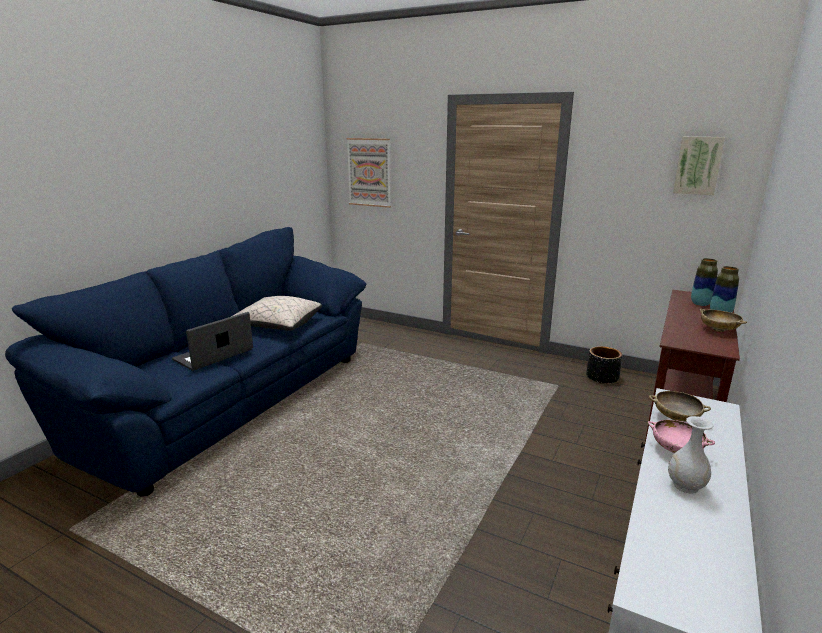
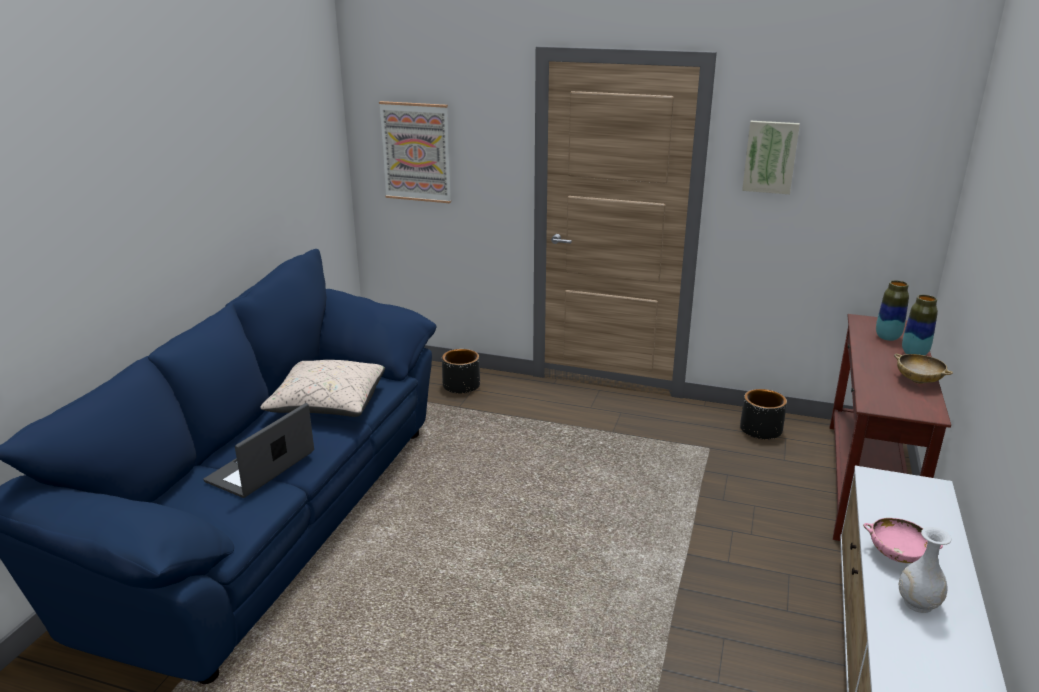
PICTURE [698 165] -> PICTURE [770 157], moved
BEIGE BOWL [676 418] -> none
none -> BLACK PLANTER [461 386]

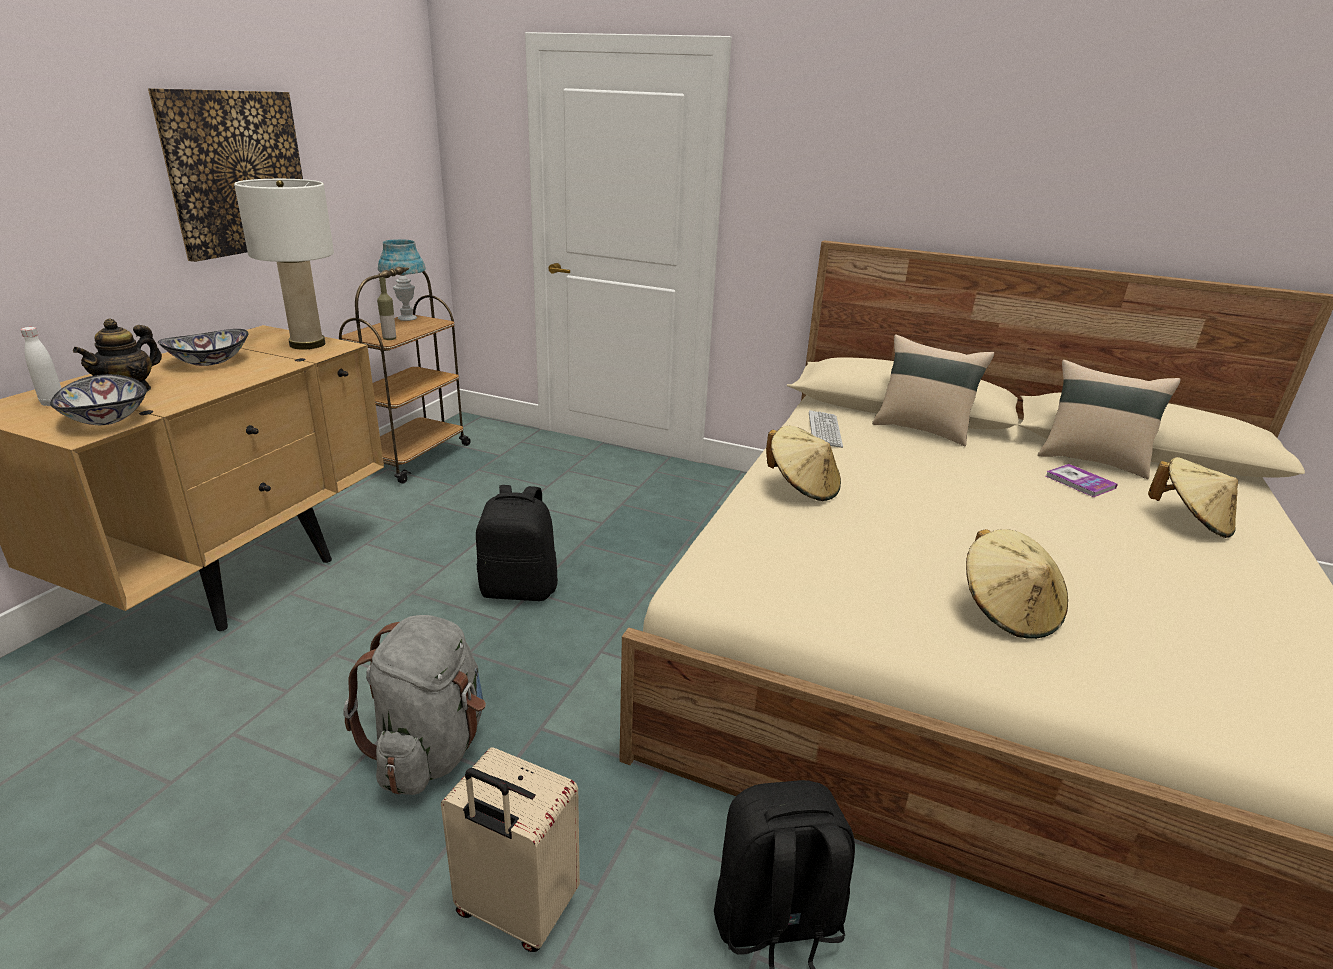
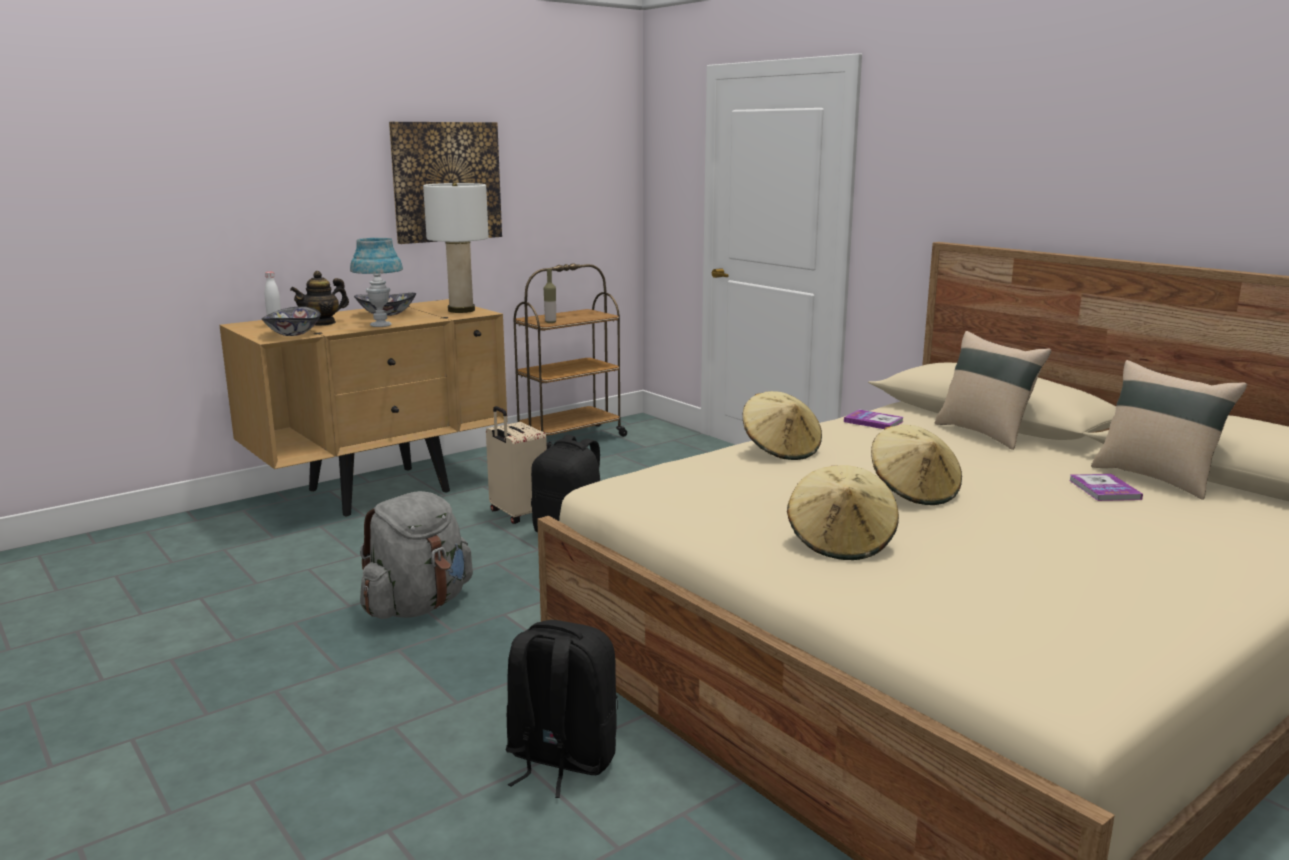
BLUE TABLE LAMP [407 318] -> BLUE TABLE LAMP [381 325], moved
KEYBOARD [824 430] -> BOOK [873 421]
BEIGE HAT [1190 522] -> BEIGE HAT [913 492], moved
BEIGE SUITCASE [514 911] -> BEIGE SUITCASE [516 515], moved

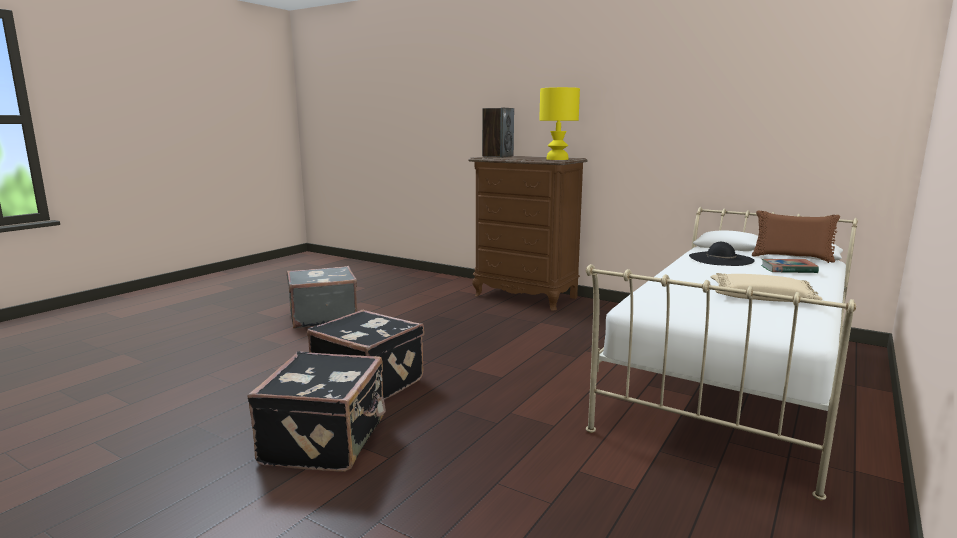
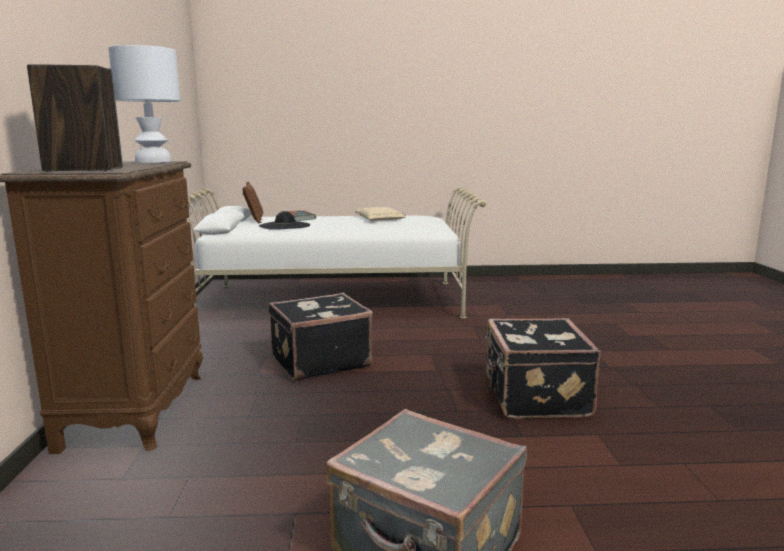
YELLOW TABLE LAMP [558 159] -> WHITE TABLE LAMP [153 161]
BLACK SUITCASE [327 441] -> BLACK SUITCASE [319 361], moved

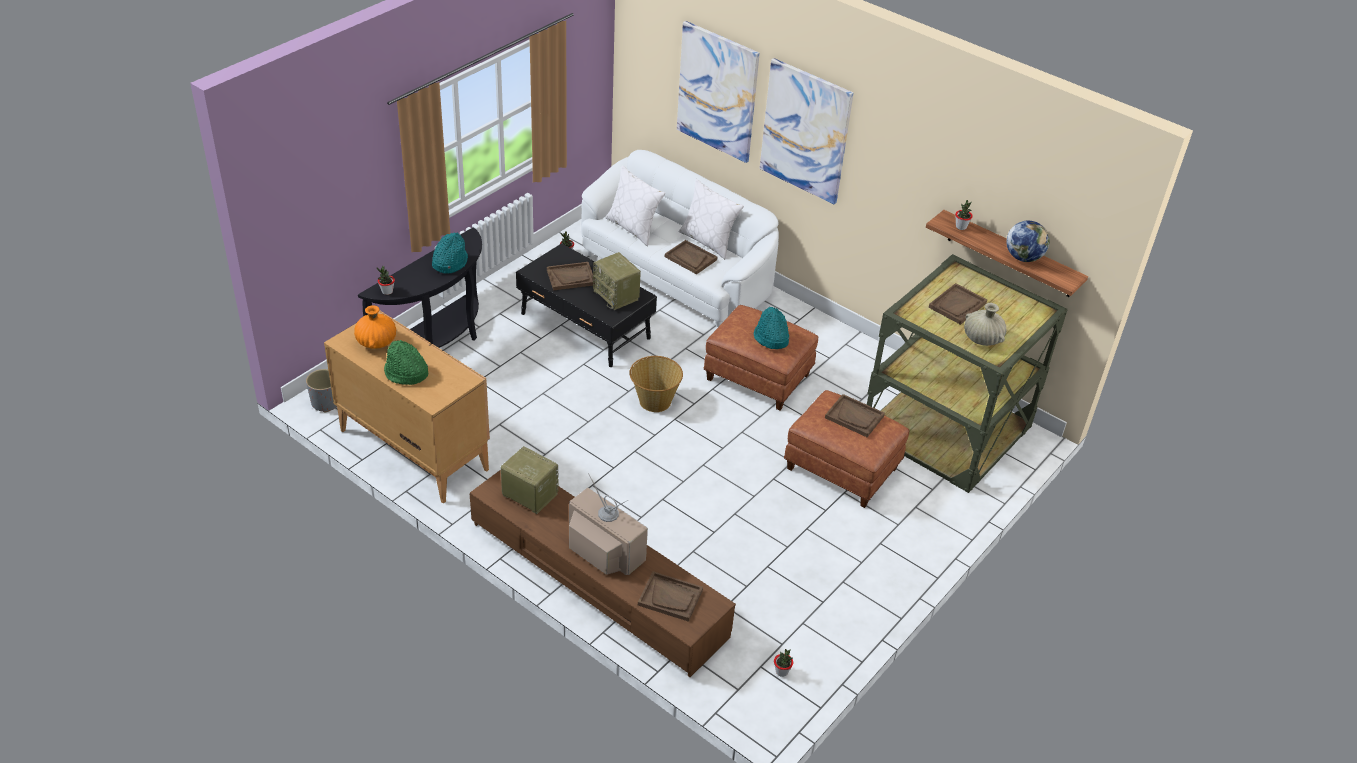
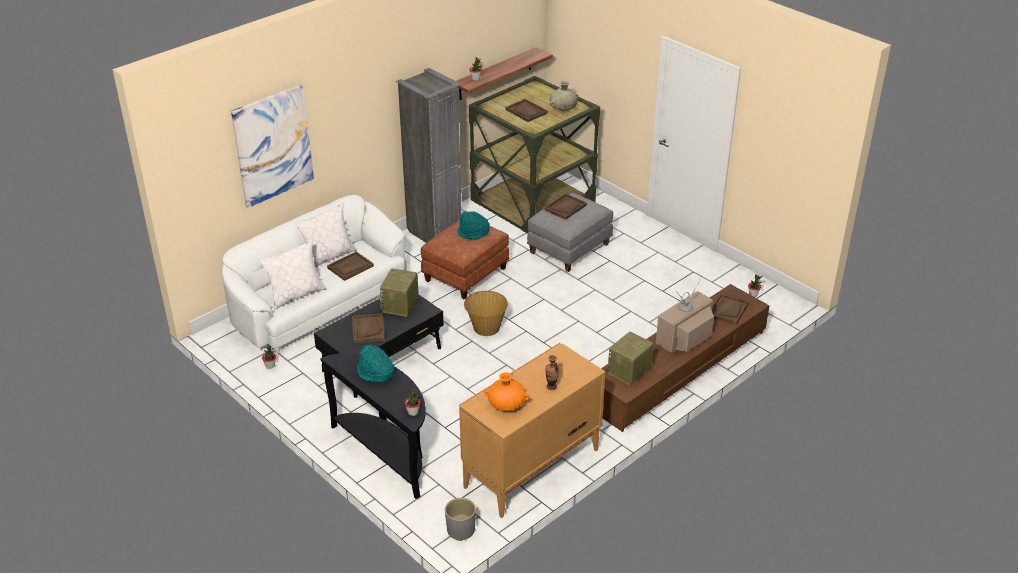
PICTURE [805 131] -> none
GLOBE [1023 257] -> none
RADIO [617 295] -> RADIO [400 305], 135 degrees clockwise
GREEN HAT [406 373] -> VASE [551 386]
BROWN OTTOMAN [840 469] -> GREY OTTOMAN [569 249]
none -> GREY CABINET [435 233]

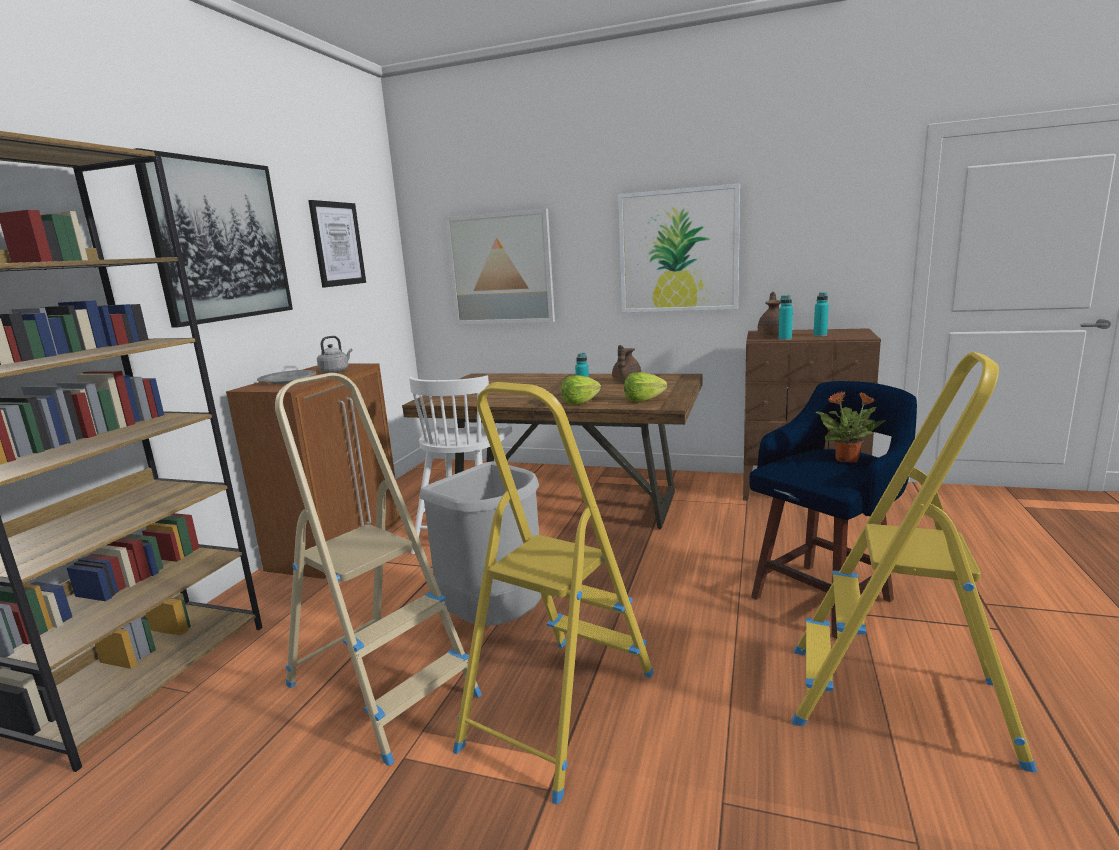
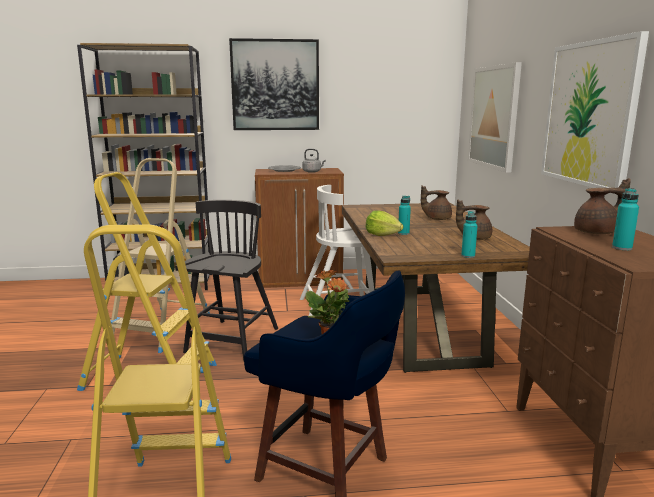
PICTURE [337 244] -> none
TURQUOISE BOTTLE [785 339] -> TURQUOISE BOTTLE [468 256], moved
LETTUCE [643 400] -> none
GREY TRASH CAN [497 622] -> BLACK CHAIR [232 341]
none -> BROWN TEAPOT [436 218]

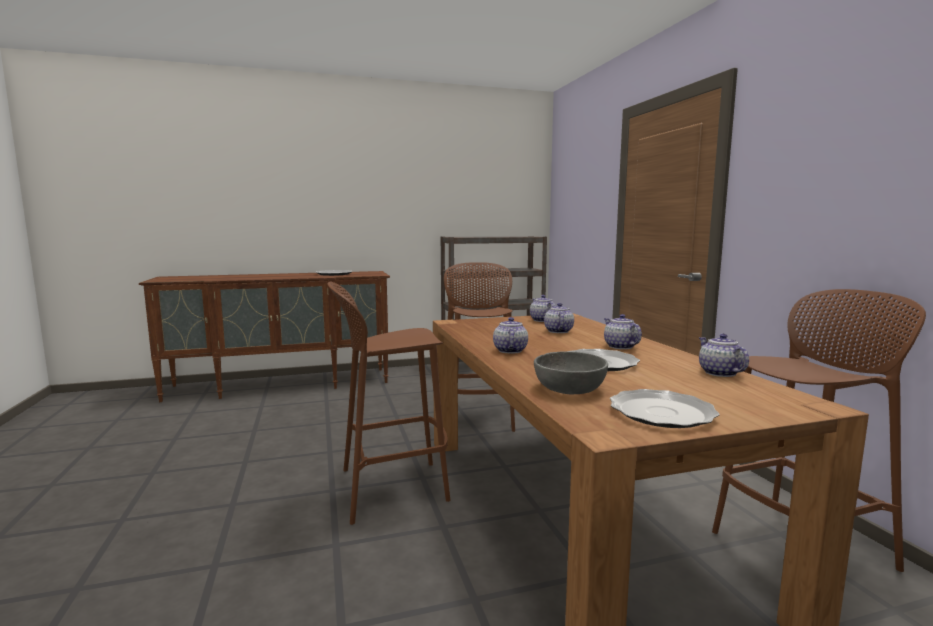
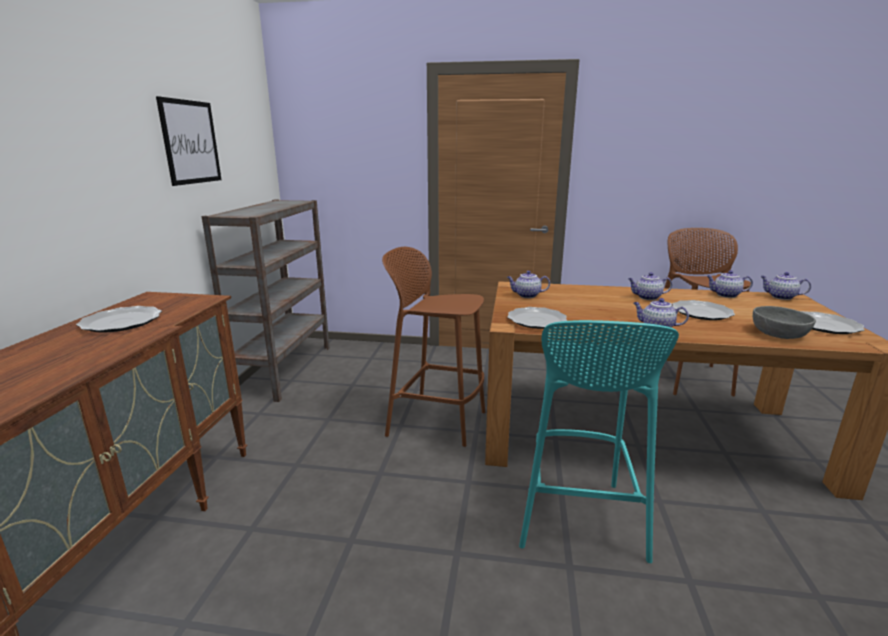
BROWN STOOL [390 488] -> TURQUOISE STOOL [578 518]
TEAPOT [558 331] -> TEAPOT [780 297], moved
none -> PICTURE [190 142]
none -> PLATE [536 320]

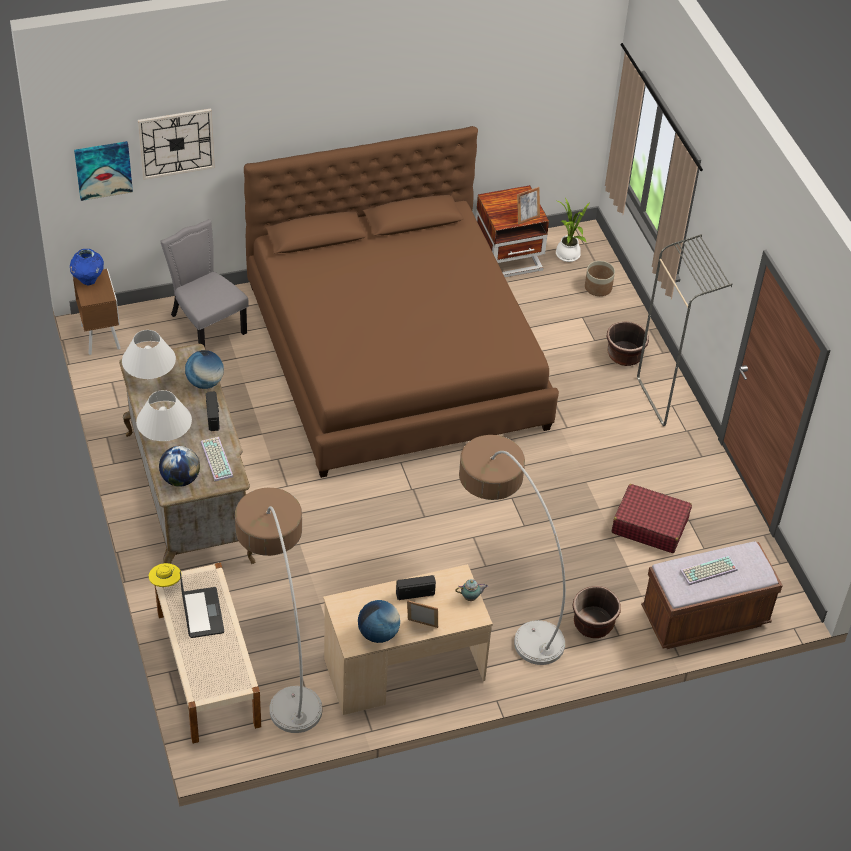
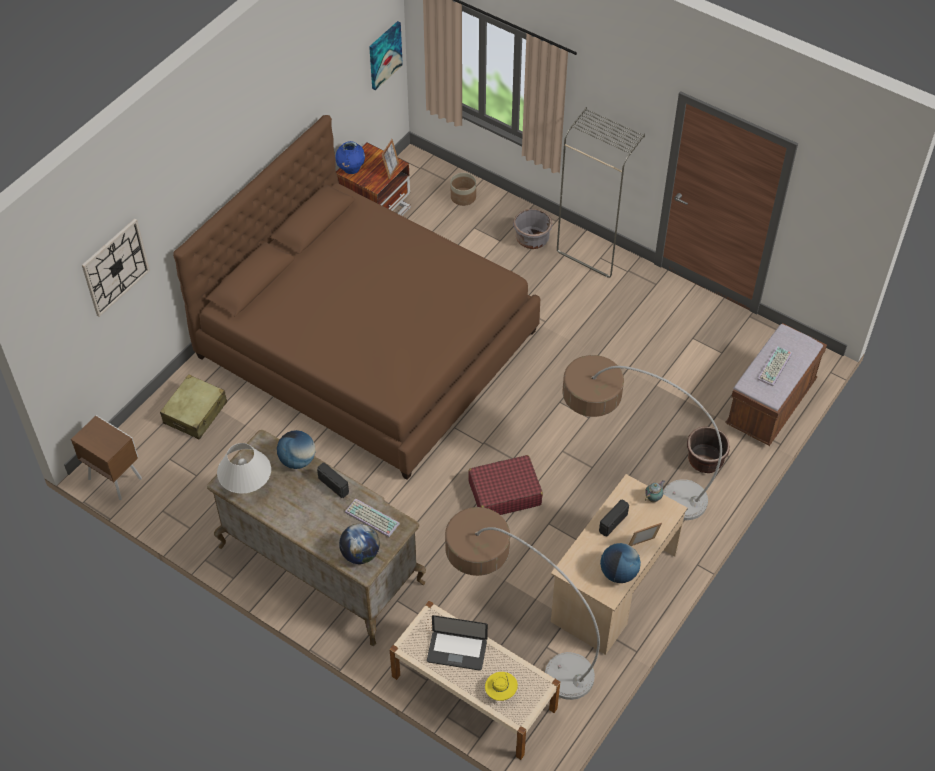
PICTURE [103 169] -> PICTURE [384 55], moved
POTTED PLANT [567 256] -> none
GREY CHAIR [207 326] -> BEIGE SUITCASE [195 413]
BLUE VASE [88 280] -> BLUE VASE [351 169], moved
BROWN PLANTER [624 355] -> GREY PLANTER [532 239]
WHITE TABLE LAMP [165 436] -> none
RED SUITCASE [649 525] -> RED SUITCASE [504 493], moved
YELLOW HAT [165 582] -> YELLOW HAT [500 691], moved
LAPTOP [202 613] -> LAPTOP [457 651], 150 degrees clockwise

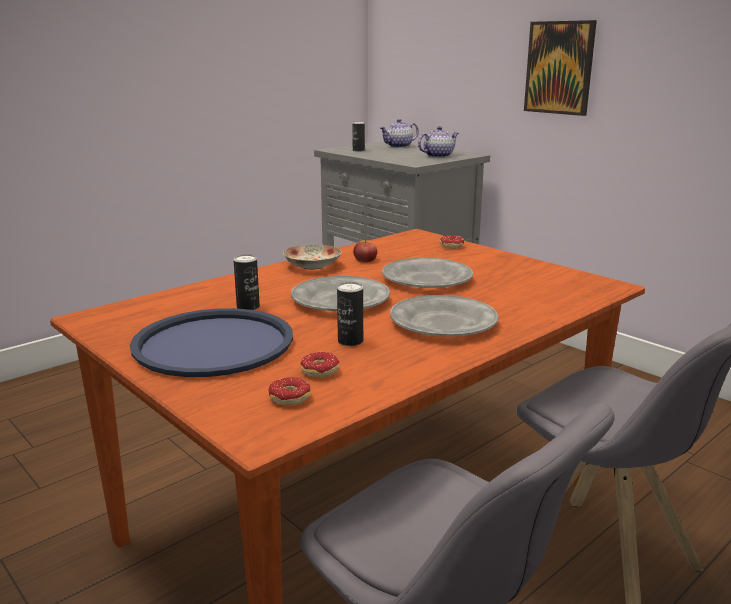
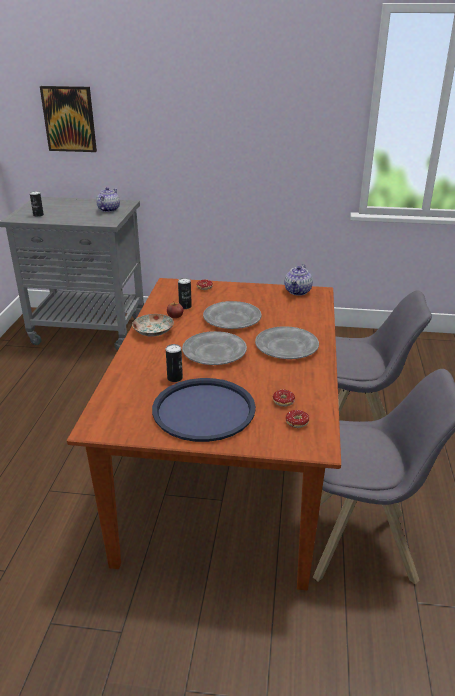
PICTURE [559 68] -> PICTURE [69 119], moved
TEAPOT [399 146] -> TEAPOT [298 291], moved
CAN [350 341] -> CAN [185 306], moved

